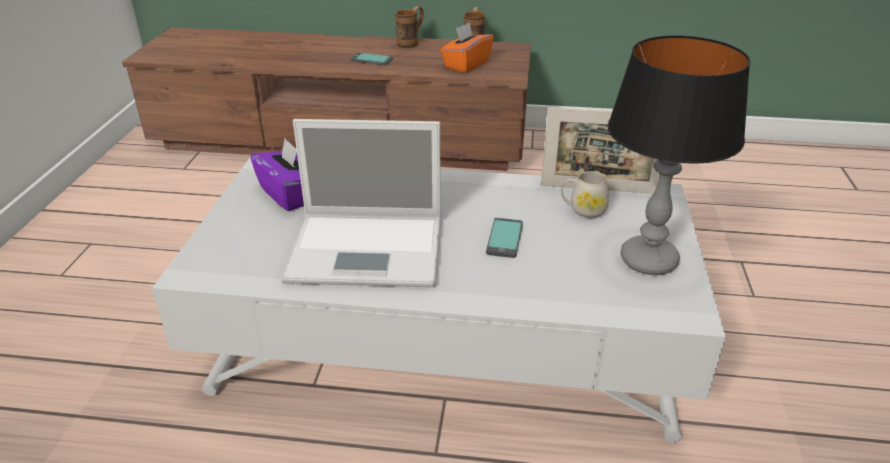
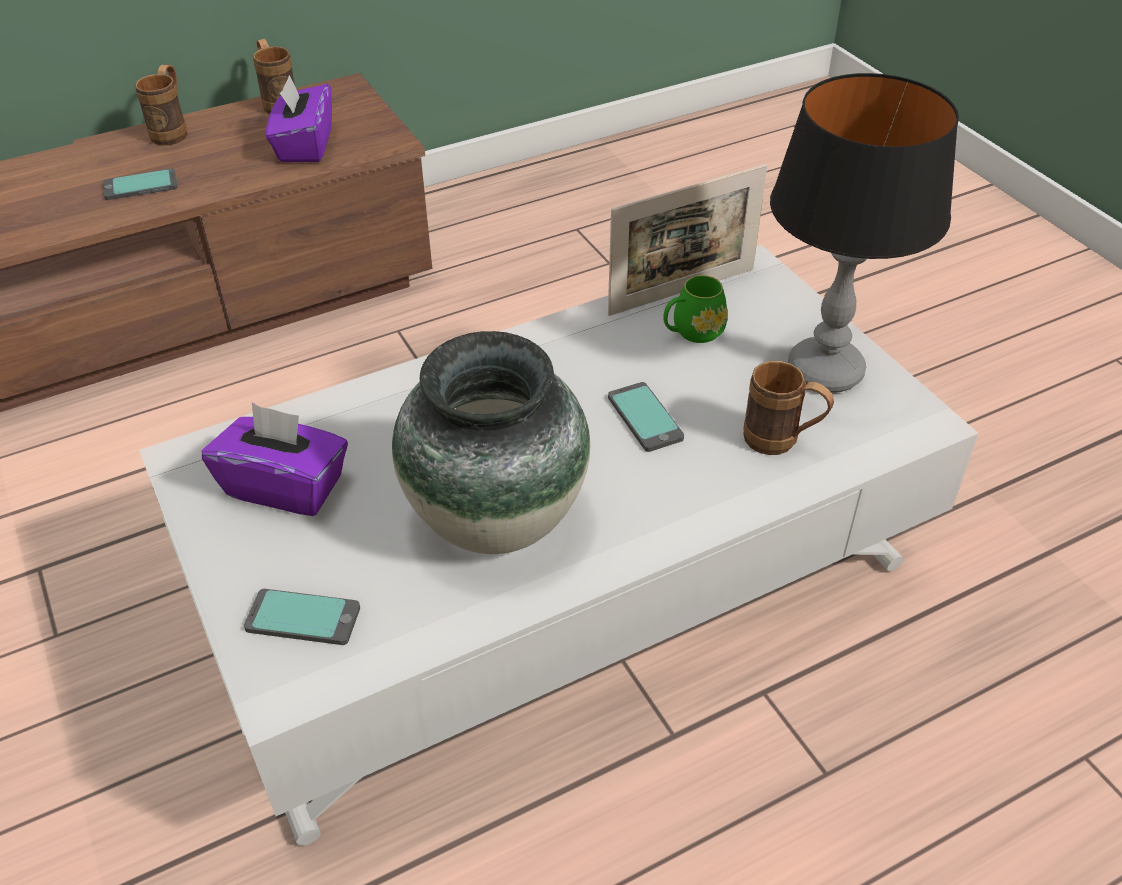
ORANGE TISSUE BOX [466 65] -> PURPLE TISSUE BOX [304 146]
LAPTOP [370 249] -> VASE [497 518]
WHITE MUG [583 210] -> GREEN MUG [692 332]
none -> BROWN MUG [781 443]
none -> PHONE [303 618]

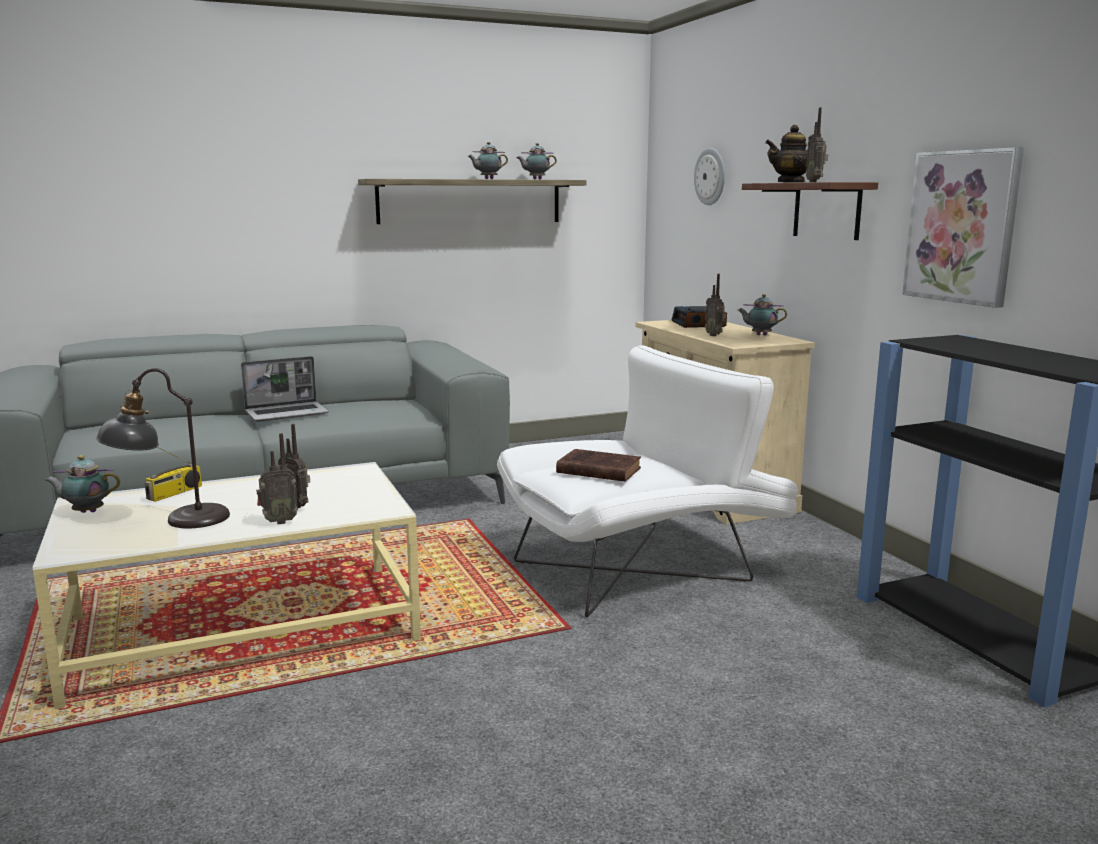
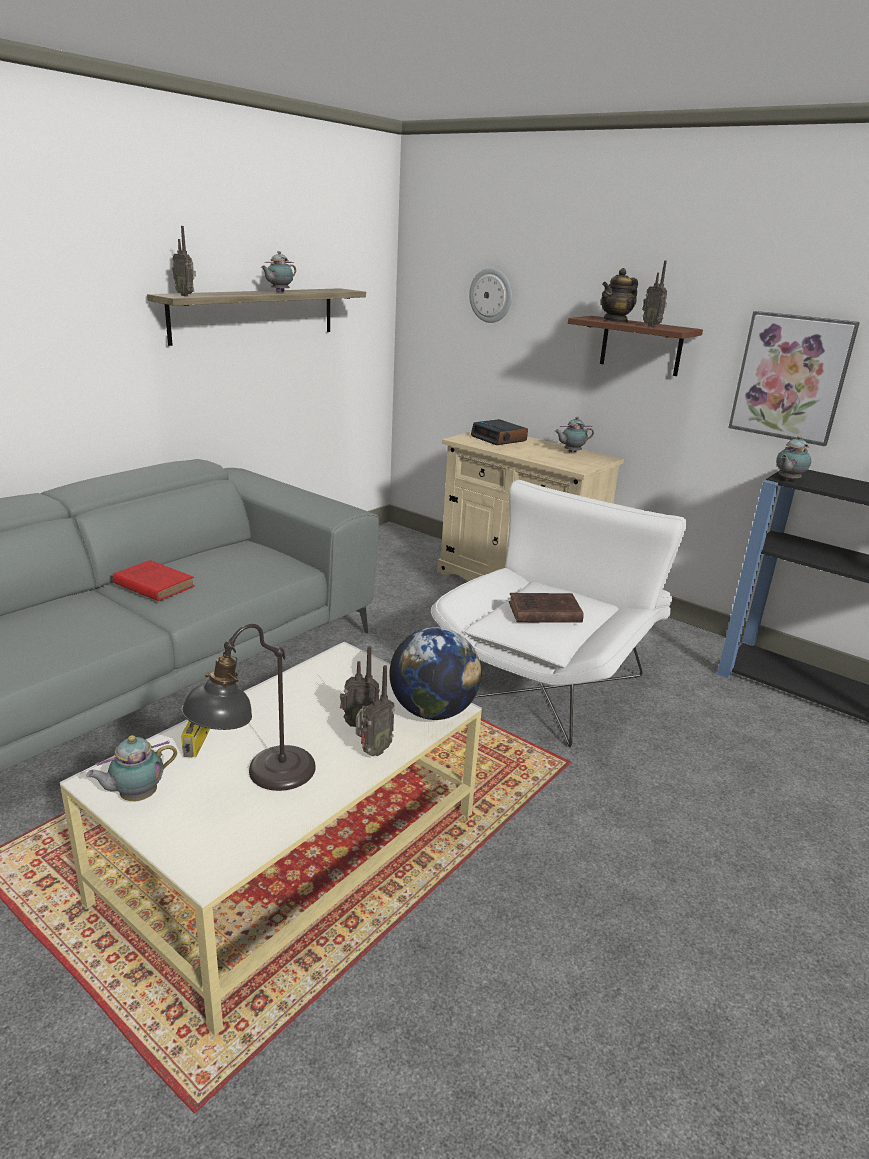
TEAPOT [536 179] -> TEAPOT [787 480], moved
RADIO [714 335] -> RADIO [186 295], moved
LAPTOP [287 413] -> RED BOOK [152 584]
none -> GLOBE [433 711]

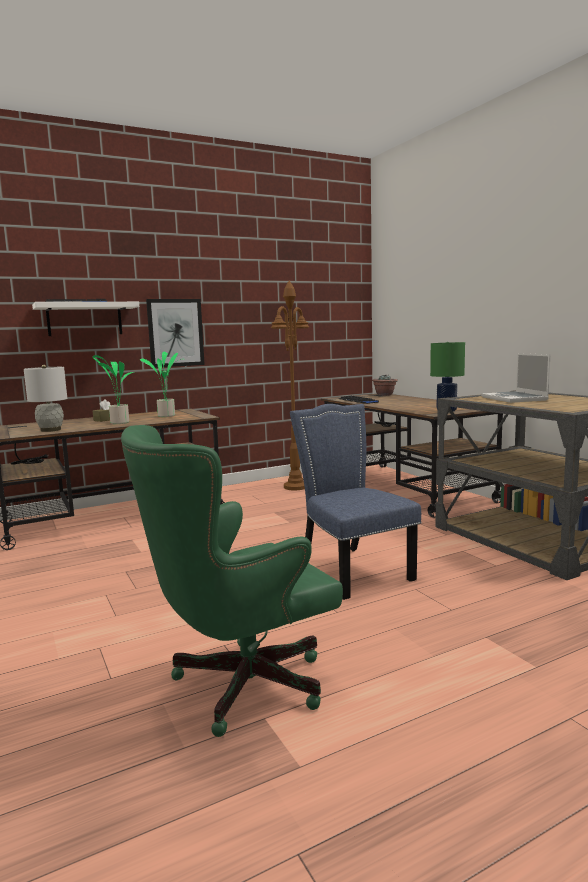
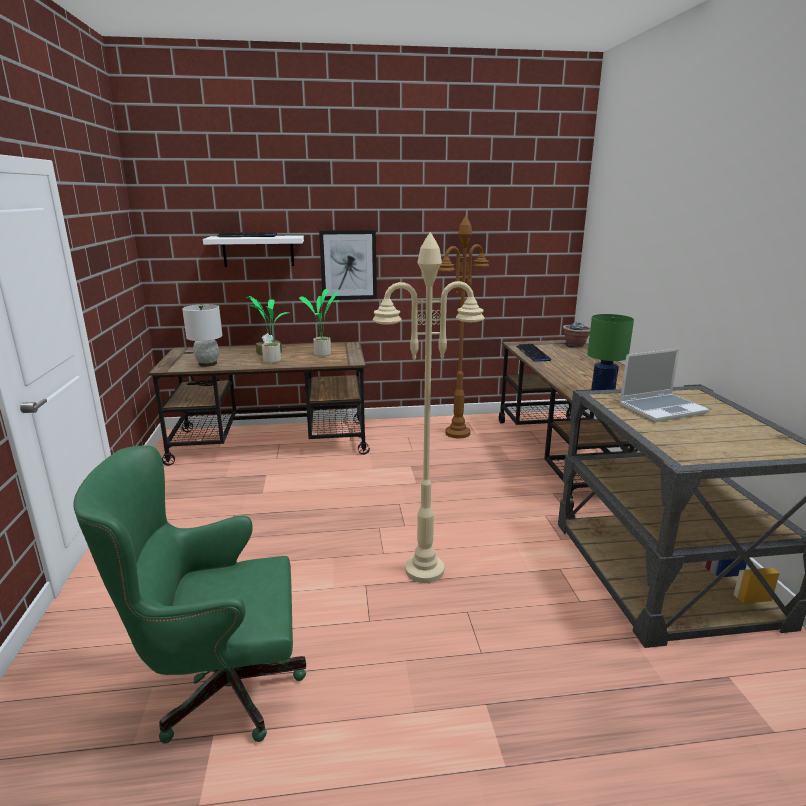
LAPTOP [515 399] -> LAPTOP [662 408], 120 degrees counterclockwise
BLUE CHAIR [354 572] -> BEIGE FLOOR LAMP [425 570]

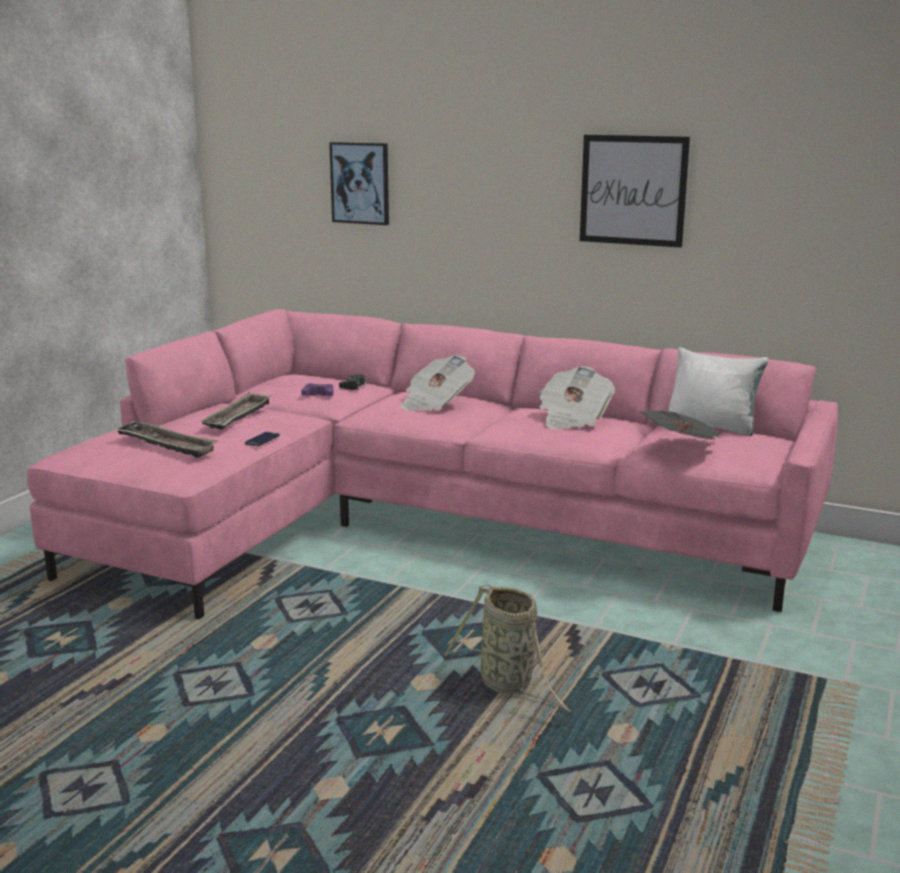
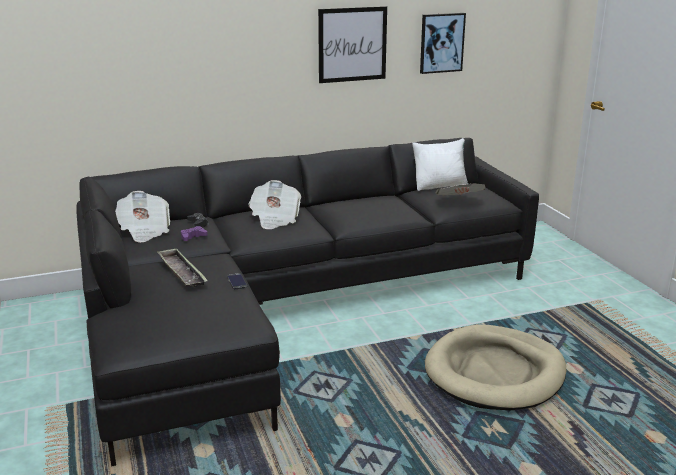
PICTURE [360 183] -> PICTURE [441 43], moved
PINK SOFA [425 526] -> BLACK SOFA [286 307]
NEWSPAPER [573 419] -> NEWSPAPER [144 231], moved
TRAY [165 445] -> none
BASKET [509 685] -> BEIGE DOG BED [495 372]

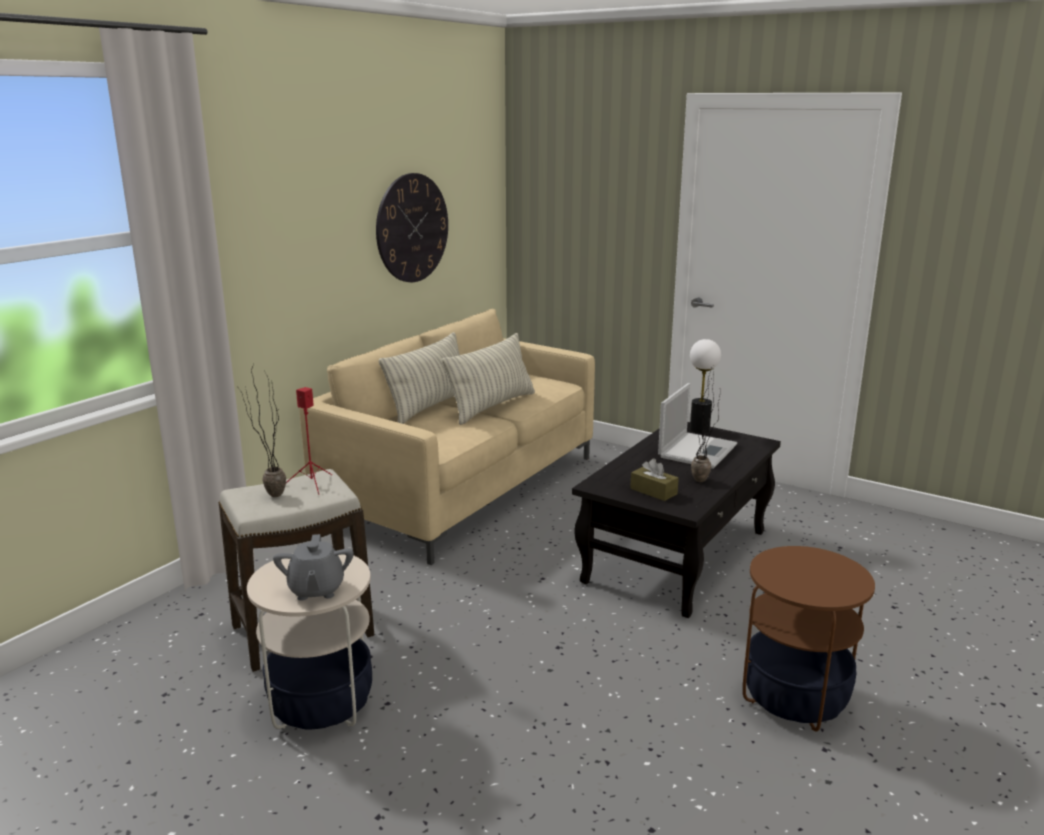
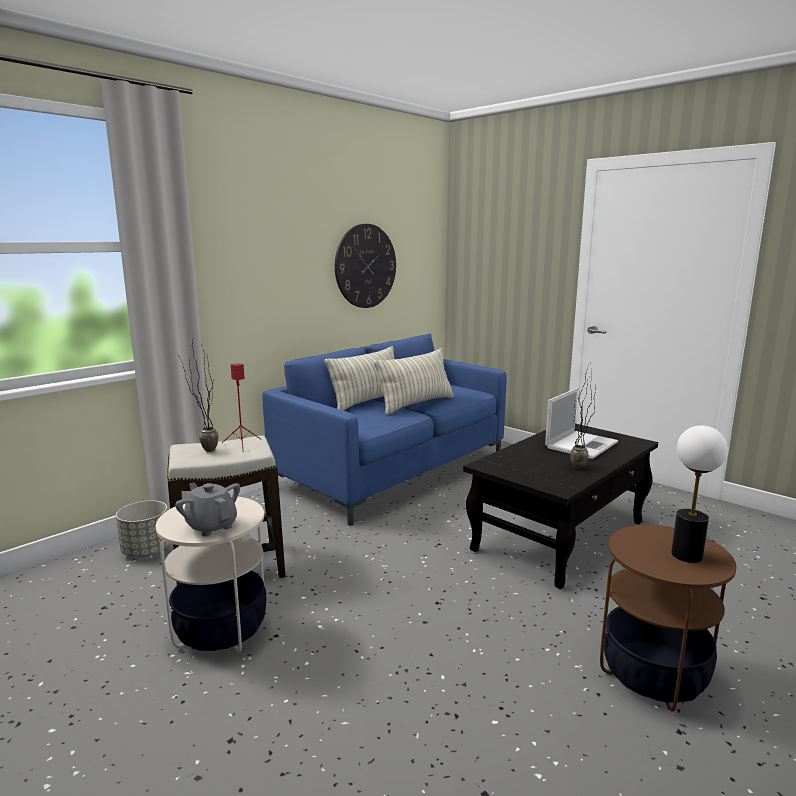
BEIGE SOFA [462 490] -> BLUE SOFA [392 472]
TABLE LAMP [700 430] -> TABLE LAMP [687 555], moved
BROWN TISSUE BOX [653 491] -> none
GREY TEAPOT [316 590] -> GREY TEAPOT [211 526], 135 degrees clockwise
none -> GREY PLANTER [146 551]

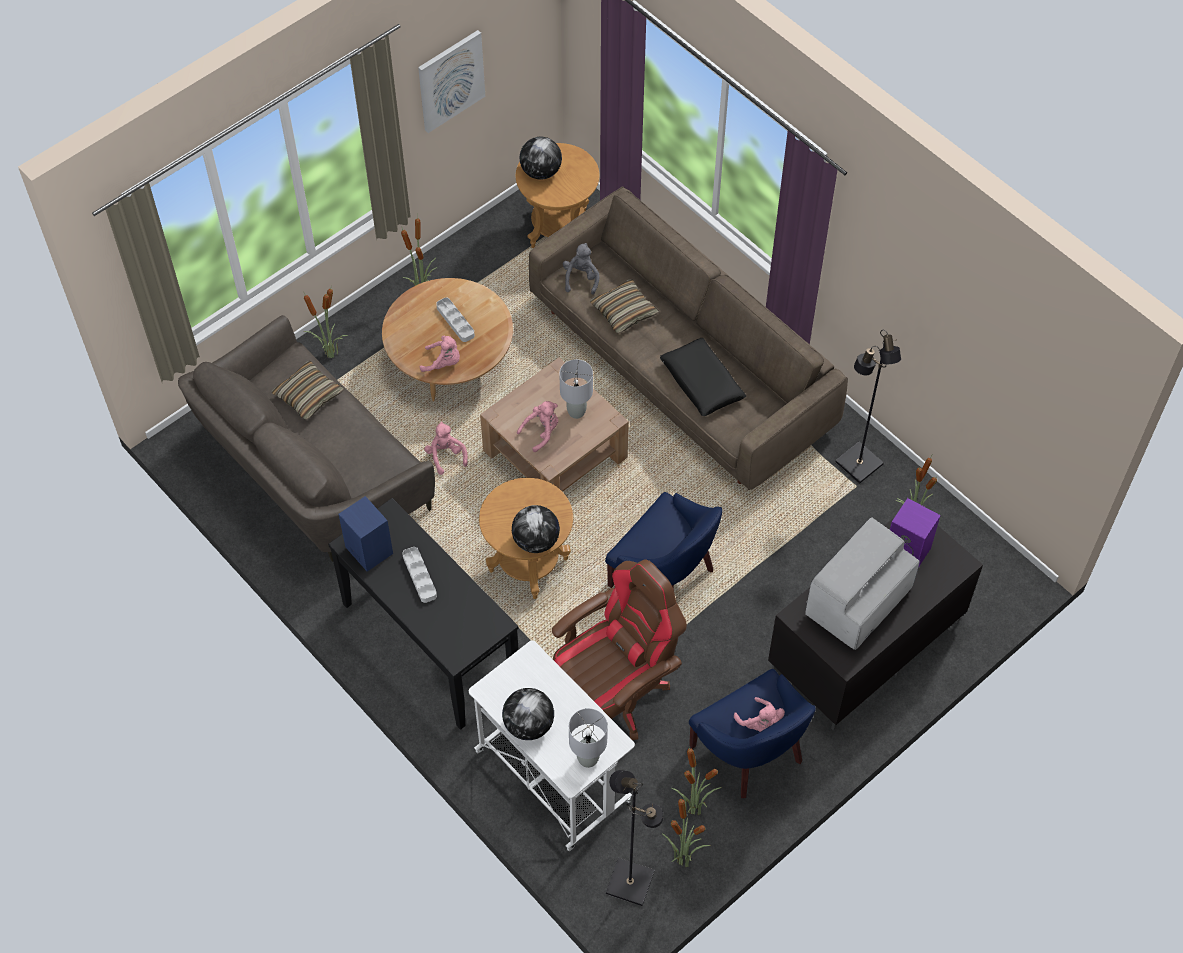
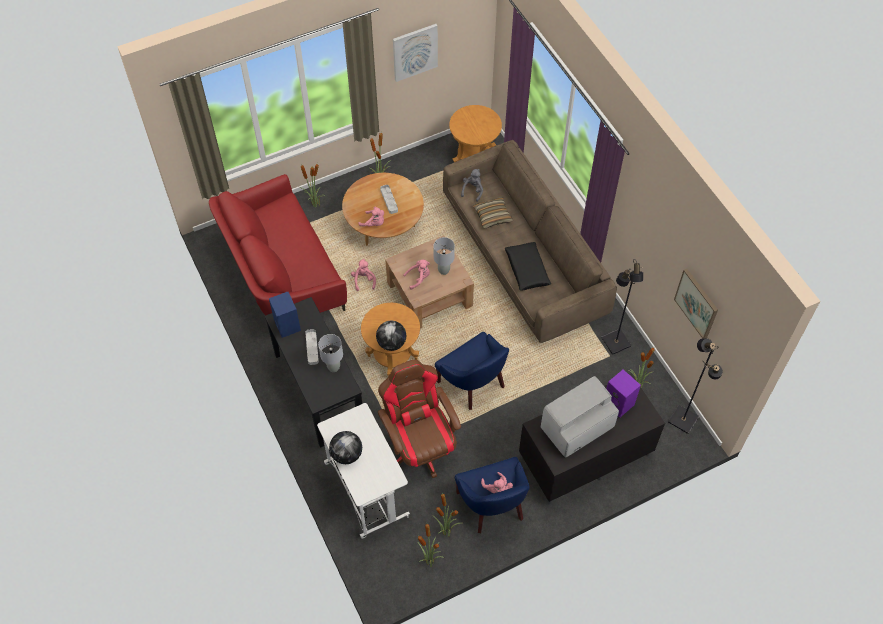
GLOBE [541 172] -> none
GREY SOFA [313 473] -> RED SOFA [282 273]
PILLOW [308 395] -> none
BROWN OFFICE CHAIR [614 691] -> BROWN OFFICE CHAIR [420 447], 90 degrees counterclockwise
GREY TABLE LAMP [588 759] -> GREY TABLE LAMP [333 367], moved
BLACK FLOOR LAMP [630 882] -> BLACK FLOOR LAMP [683 420], moved
none -> PICTURE [697 303]

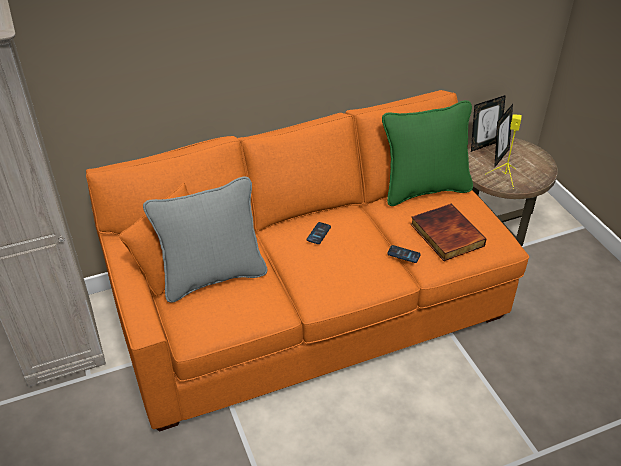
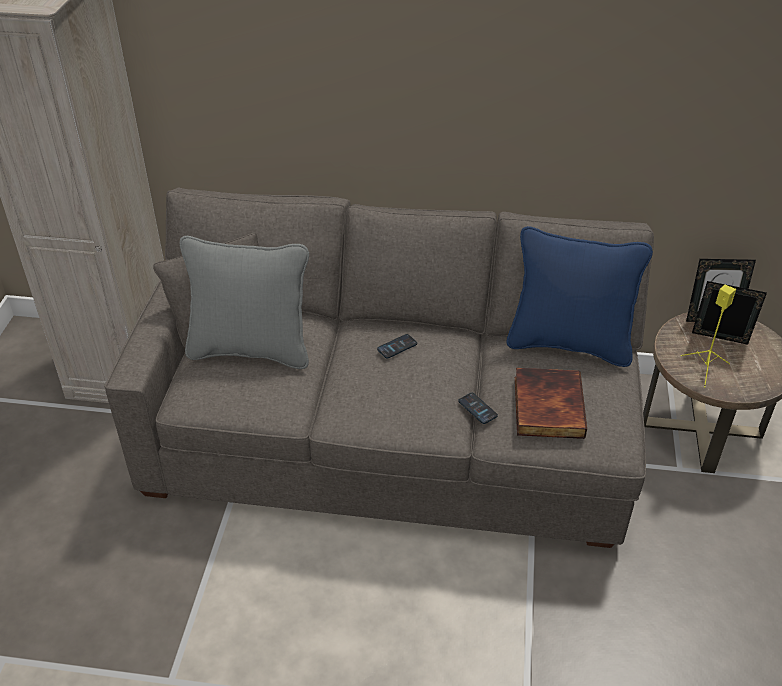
ORANGE SOFA [310 306] -> GREY SOFA [391 436]
GREEN PILLOW [424 189] -> BLUE PILLOW [569 344]
PICTURE FRAME [499 157] -> PICTURE FRAME [719 341], 135 degrees counterclockwise

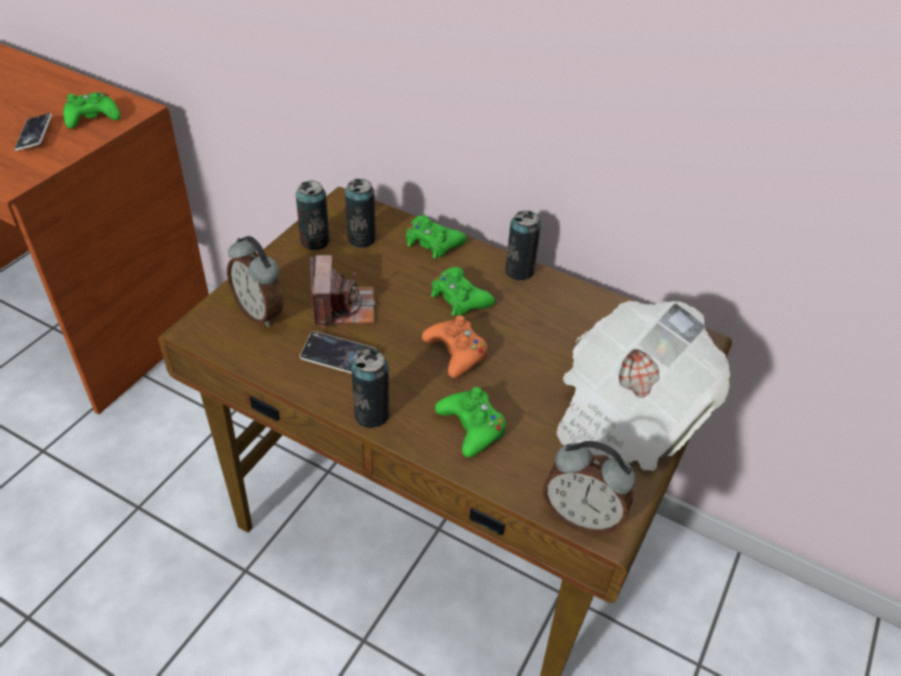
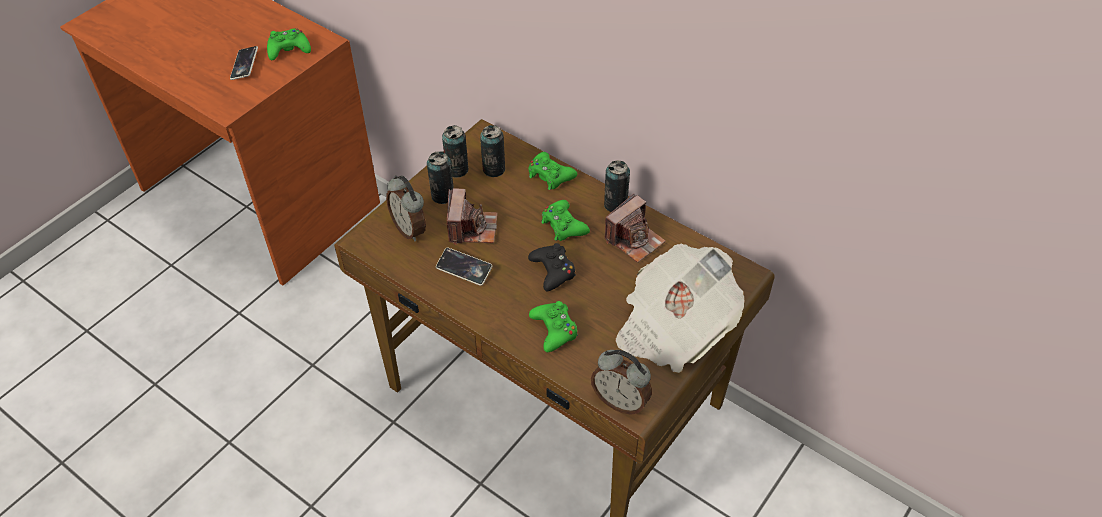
ORANGE GAME CONTROLLER [456 353] -> BLACK GAME CONTROLLER [553 271]
CAN [371 414] -> CAN [442 195], moved
none -> PHOTO CAMERA [634 240]

